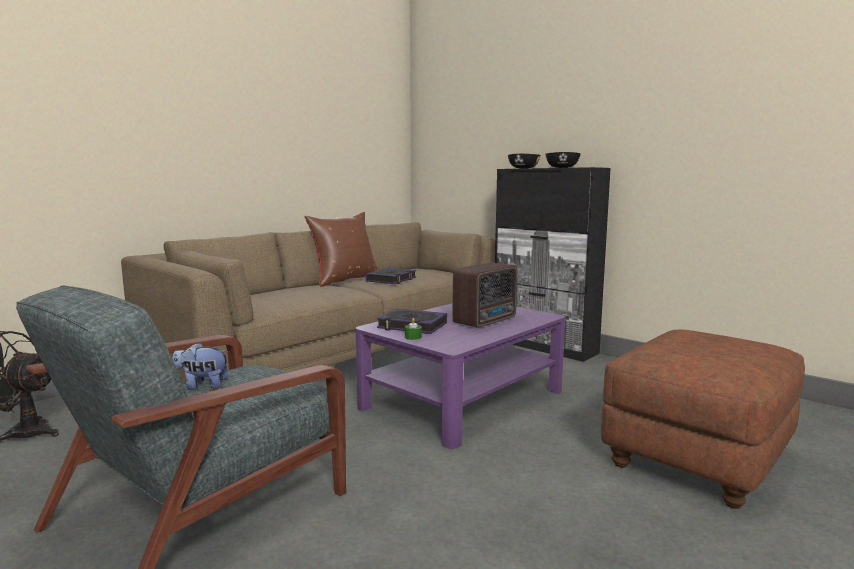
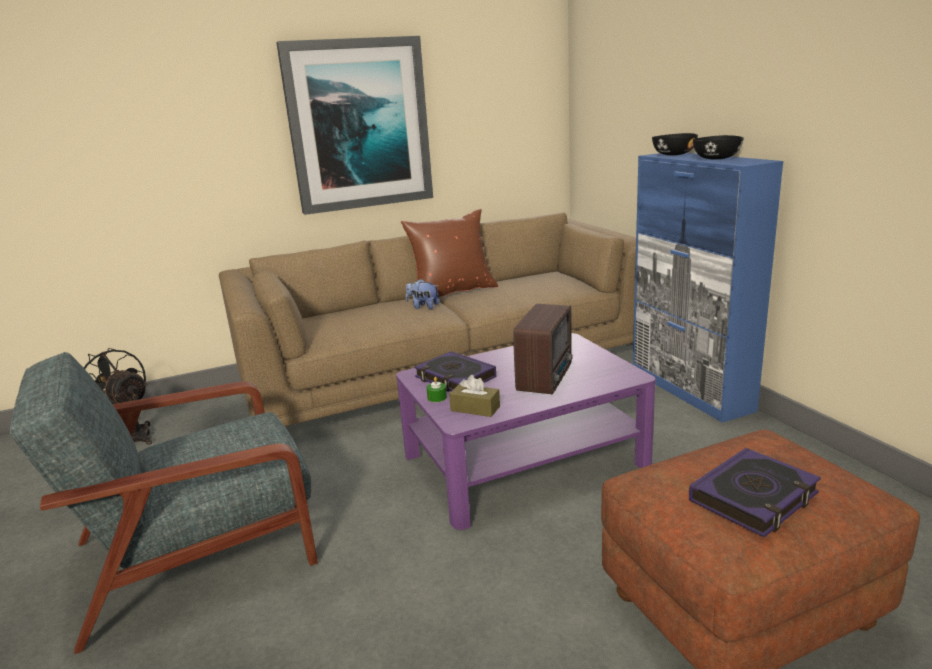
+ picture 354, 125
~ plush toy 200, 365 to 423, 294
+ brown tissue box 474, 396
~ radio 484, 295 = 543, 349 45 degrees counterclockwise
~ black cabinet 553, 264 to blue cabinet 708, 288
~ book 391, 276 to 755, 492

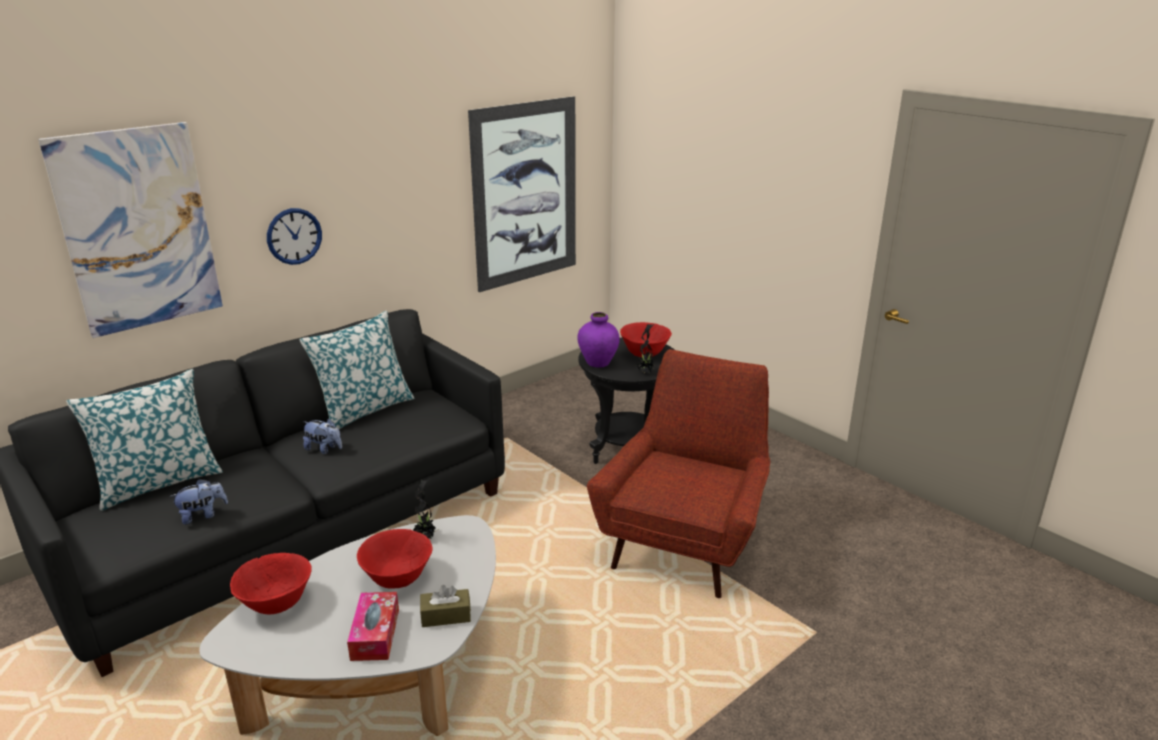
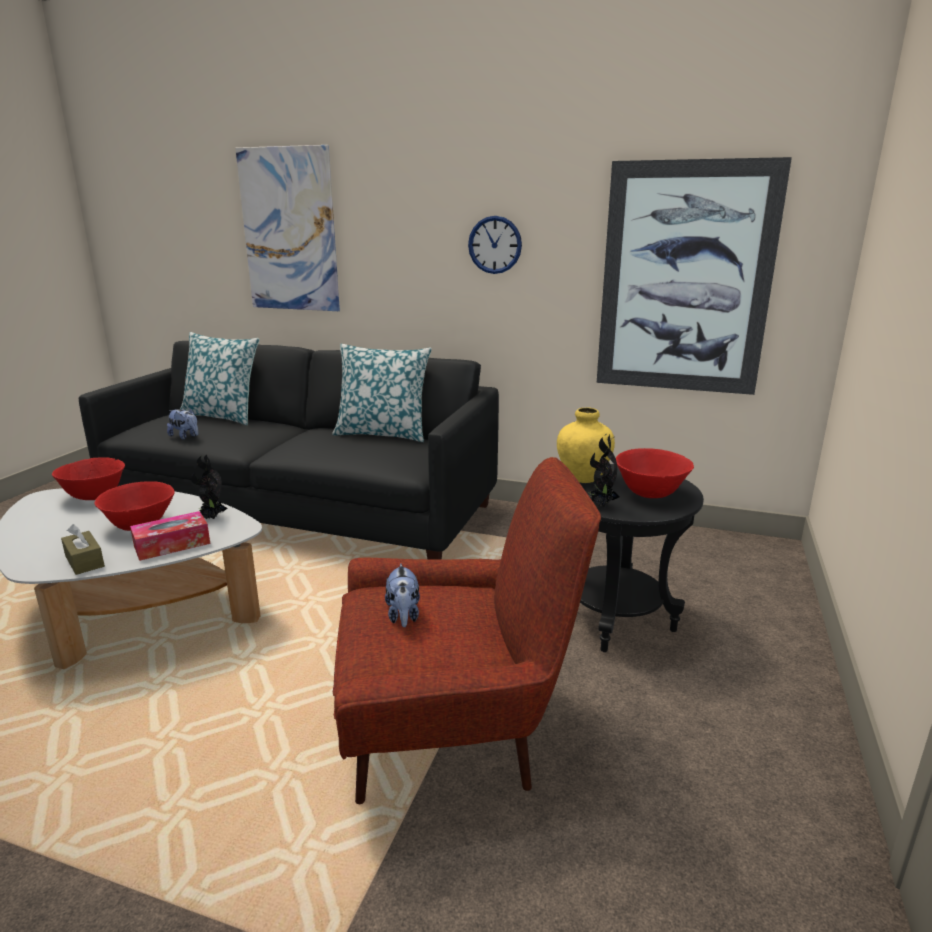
~ tissue box 373, 626 to 170, 536
~ plush toy 322, 436 to 402, 595
~ wall clock 294, 236 to 495, 245
~ purple vase 599, 339 to yellow vase 586, 445

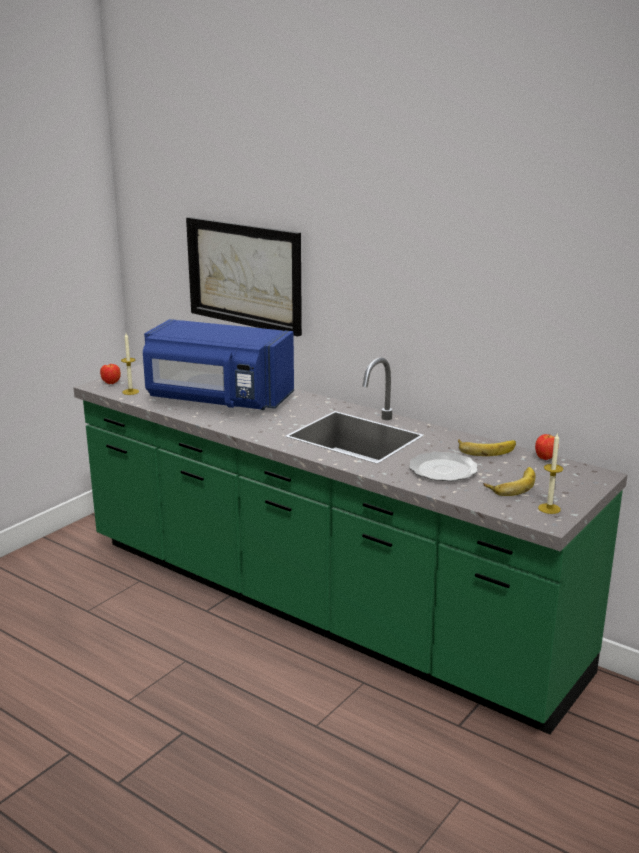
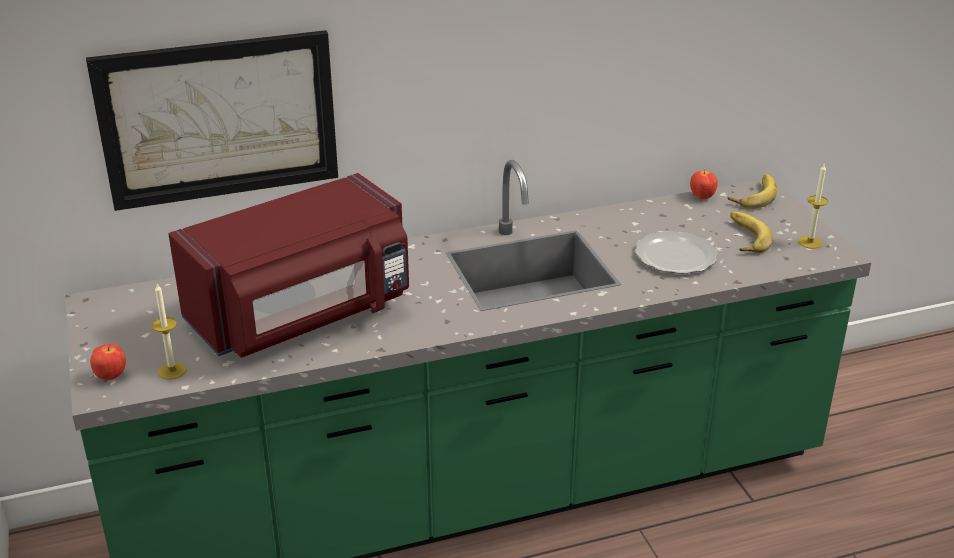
~ blue microwave 218, 364 to red microwave 288, 265
~ banana 487, 447 to 752, 191

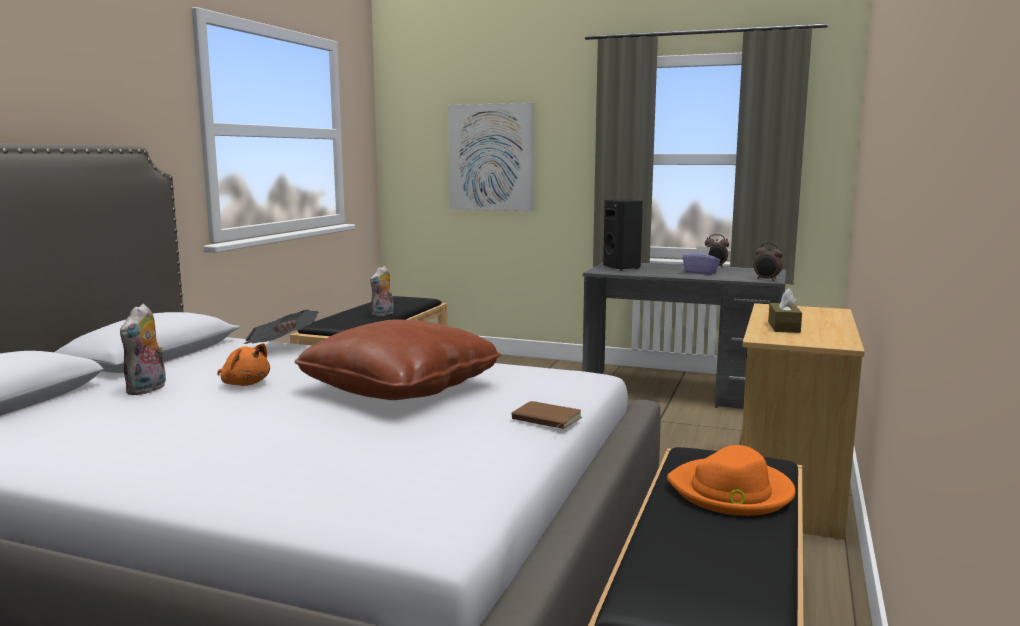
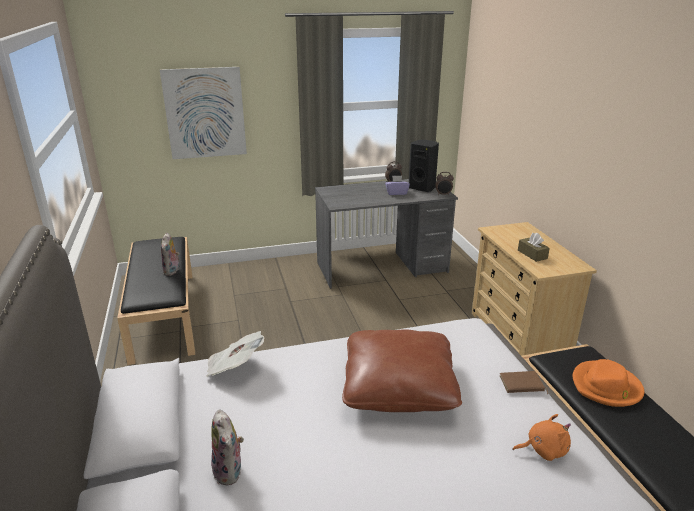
~ black speaker 623, 235 to 424, 166
~ orange plush toy 243, 364 to 541, 437

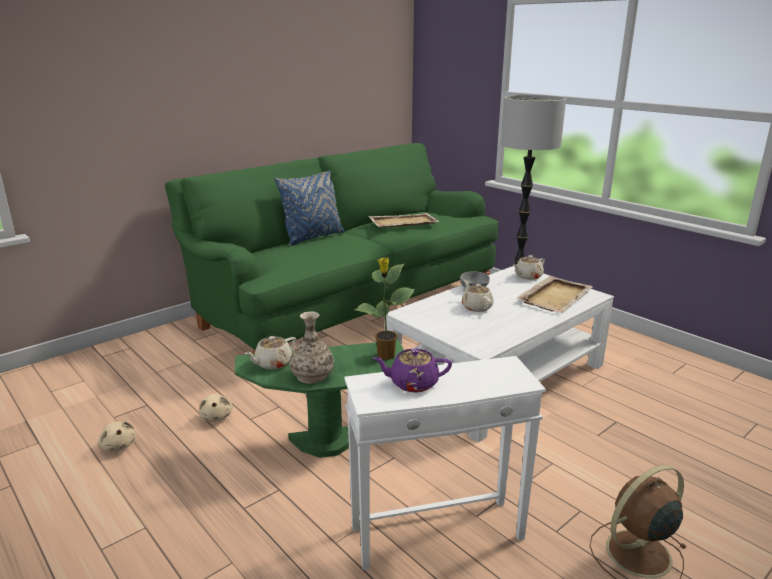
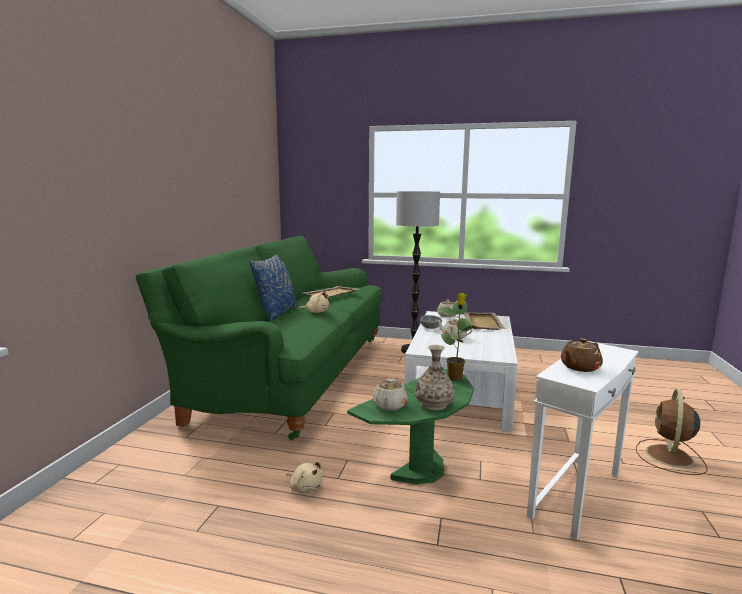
~ beige plush toy 116, 436 to 313, 302
~ purple teapot 412, 370 to brown teapot 582, 355

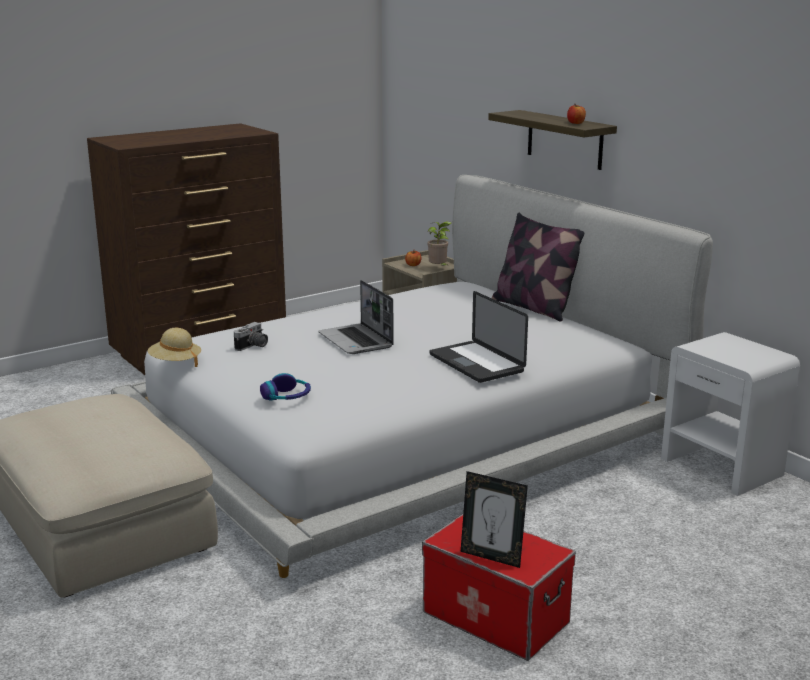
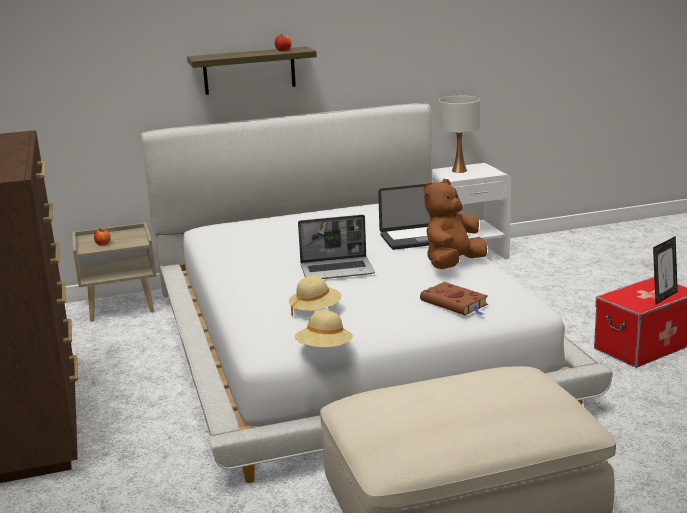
~ photo camera 251, 336 to beige hat 315, 296
~ headphones 285, 387 to brown book 454, 298
+ brown plush toy 455, 224
+ white table lamp 459, 134
- potted plant 440, 243
- pillow 538, 267

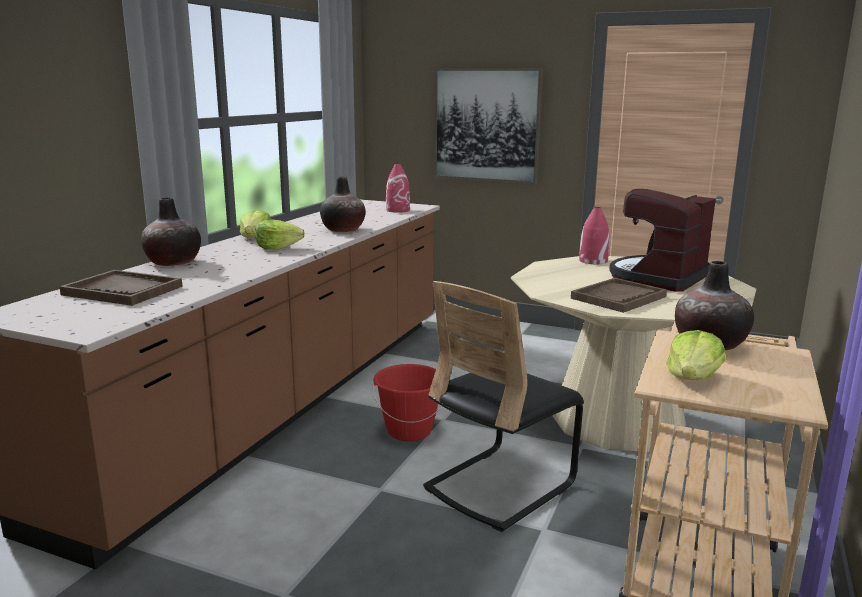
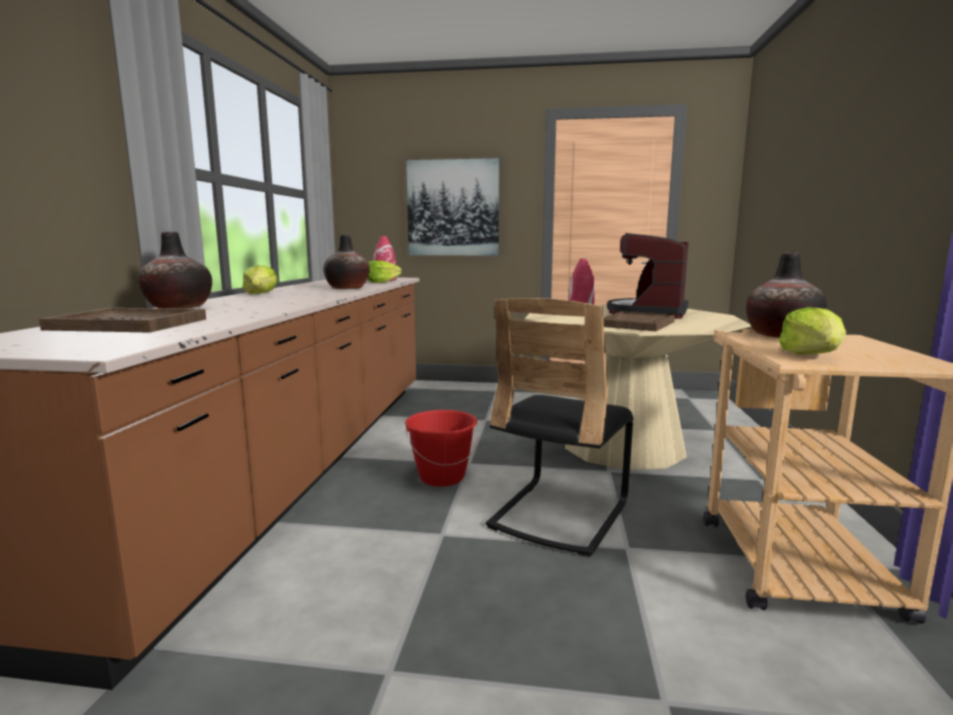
~ lettuce 280, 234 to 384, 271

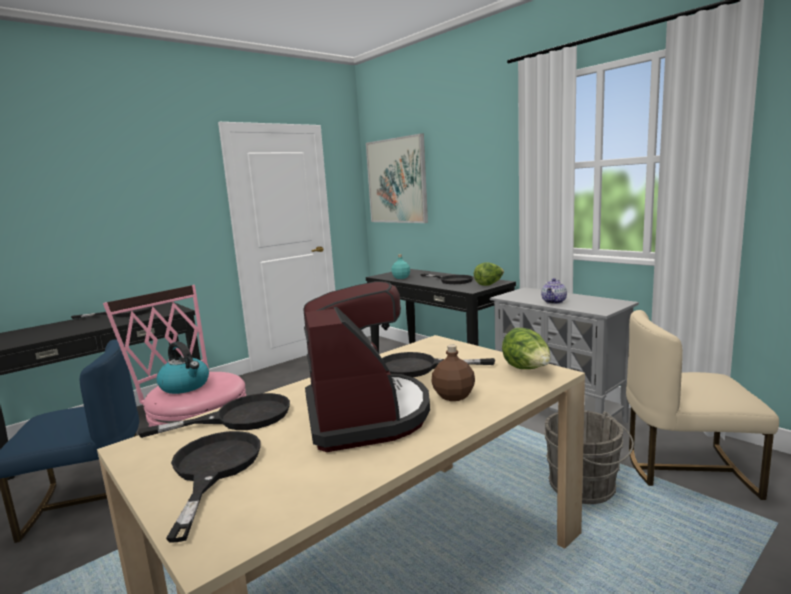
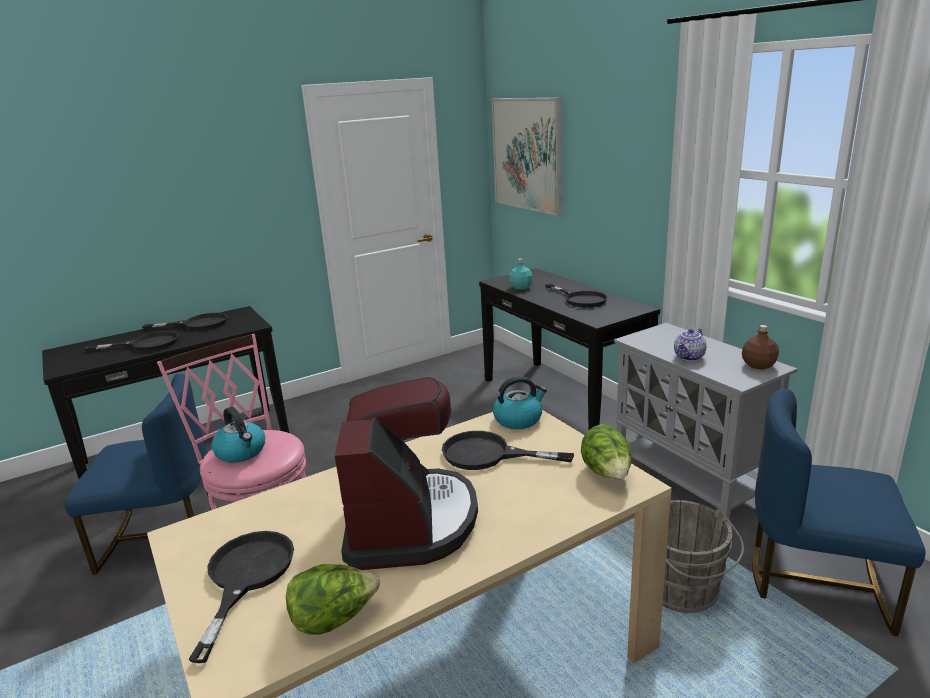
~ black frying pan 214, 415 to 131, 341
~ lettuce 489, 274 to 333, 599
+ kettle 520, 402
~ brown bottle 453, 372 to 760, 347
~ beige chair 702, 405 to blue chair 838, 512

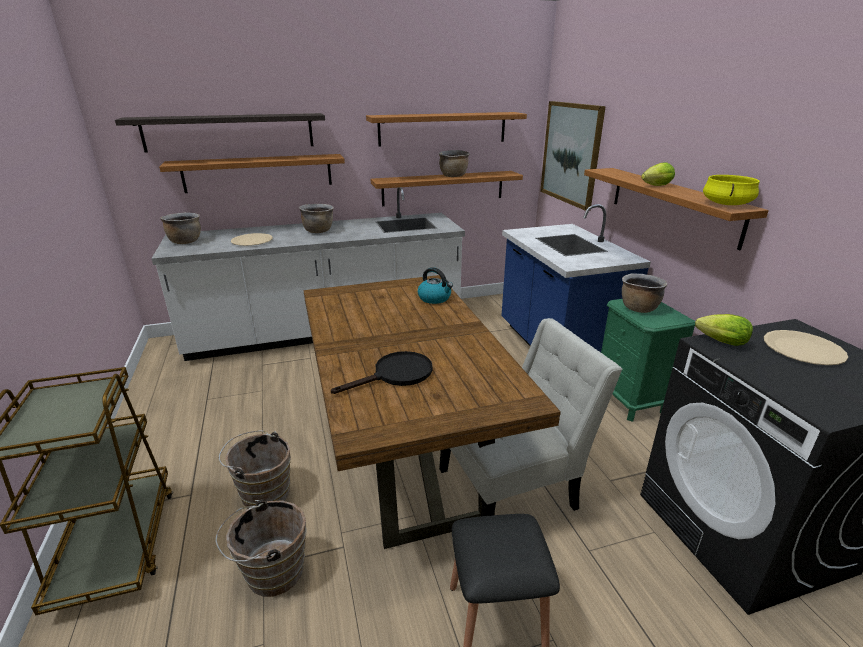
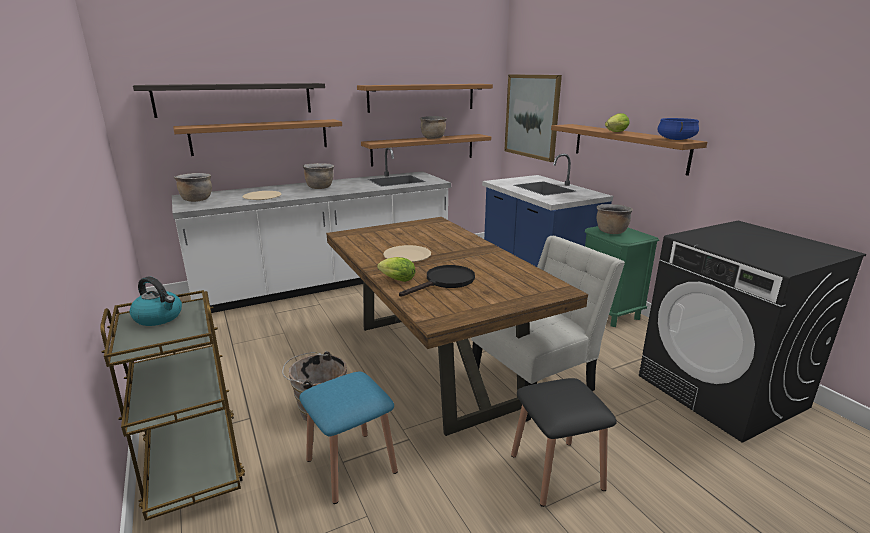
~ kettle 435, 285 to 156, 301
~ brown bucket 261, 548 to blue stool 348, 438
~ lettuce 724, 330 to 396, 269
~ beige plate 806, 347 to 407, 253
~ yellow cooking pot 731, 190 to blue cooking pot 678, 129

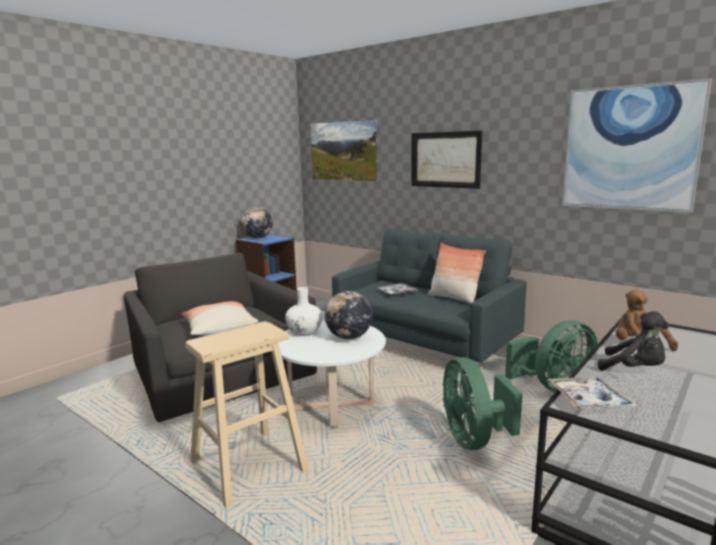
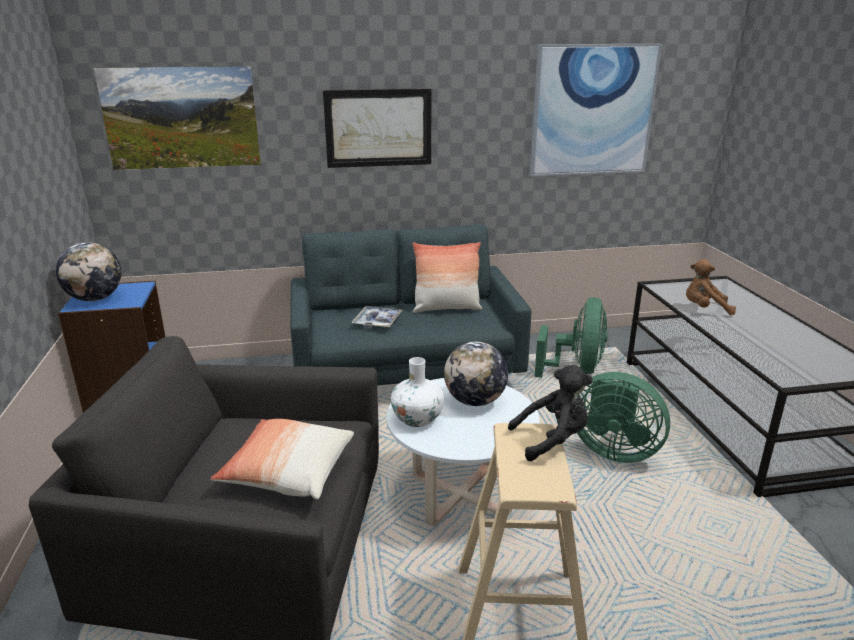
~ black plush toy 633, 341 to 550, 413
- tray 592, 393

